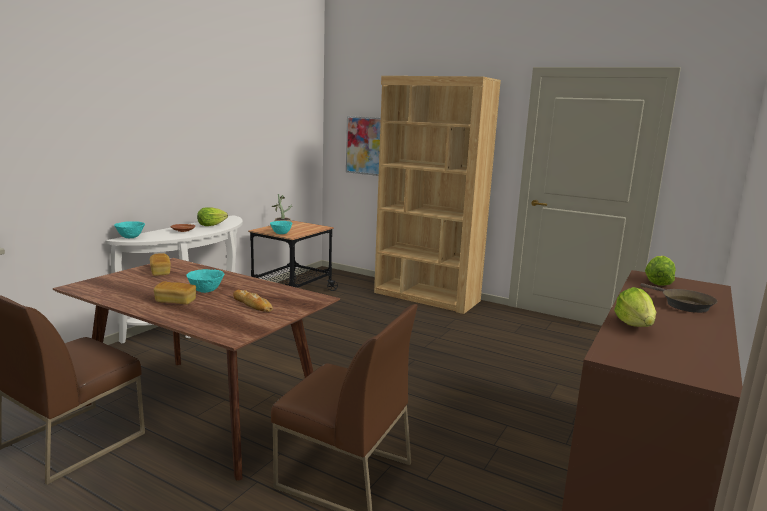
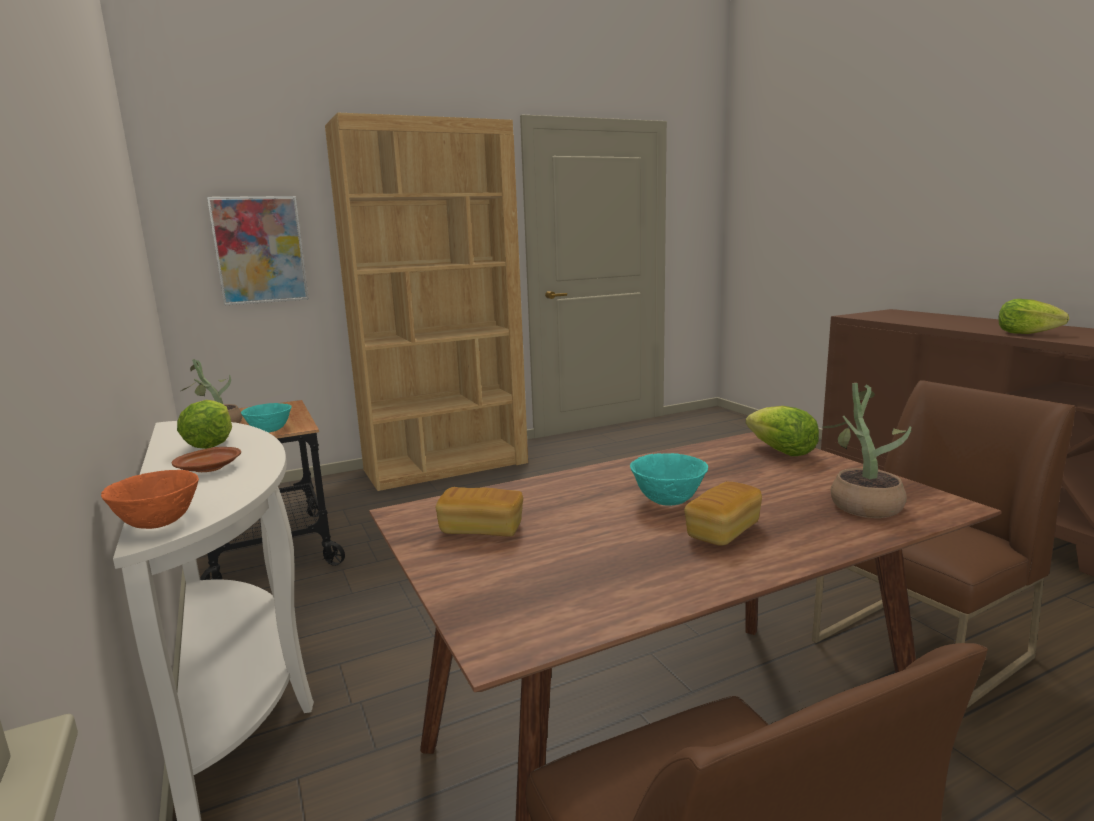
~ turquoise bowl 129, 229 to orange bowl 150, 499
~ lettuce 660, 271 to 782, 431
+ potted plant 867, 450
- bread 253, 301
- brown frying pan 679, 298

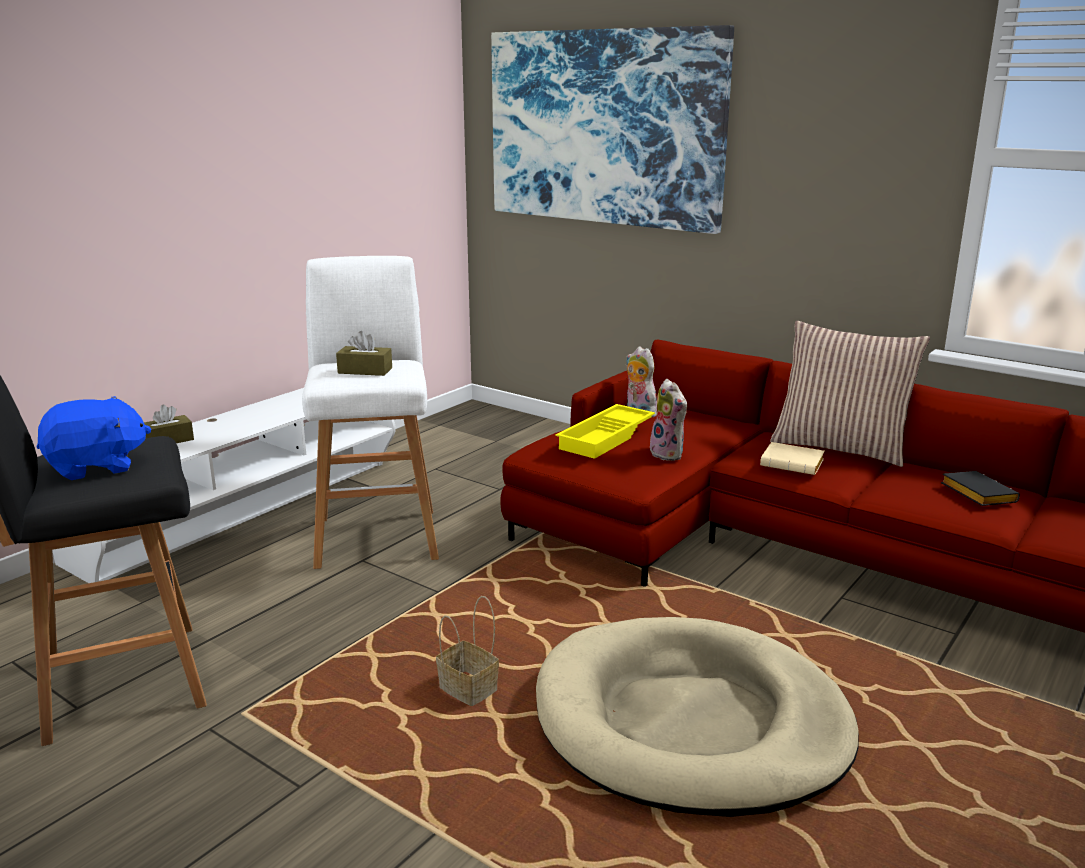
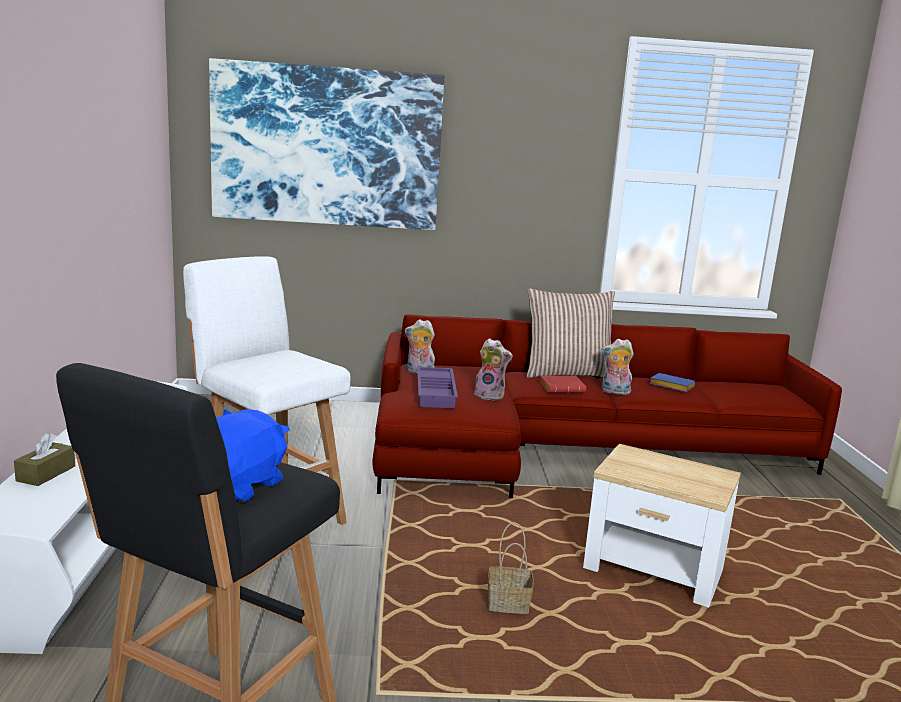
~ yellow tray 605, 431 to purple tray 437, 387
~ beige book 792, 458 to red book 563, 384
~ beige dog bed 697, 717 to side table 662, 526
+ plush toy 618, 367
~ black book 980, 488 to blue book 672, 382
- brown tissue box 364, 353

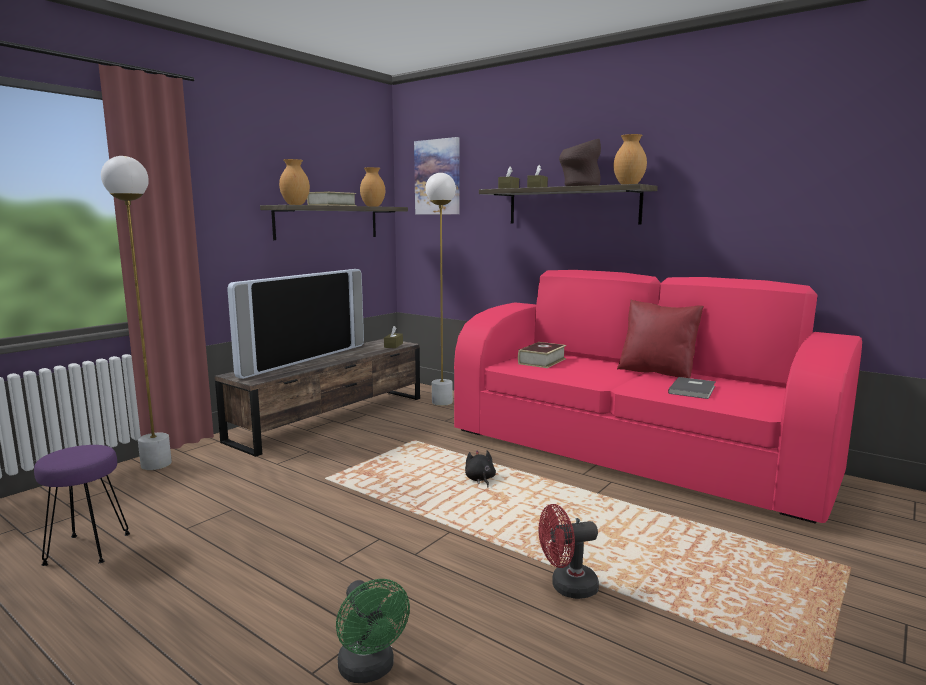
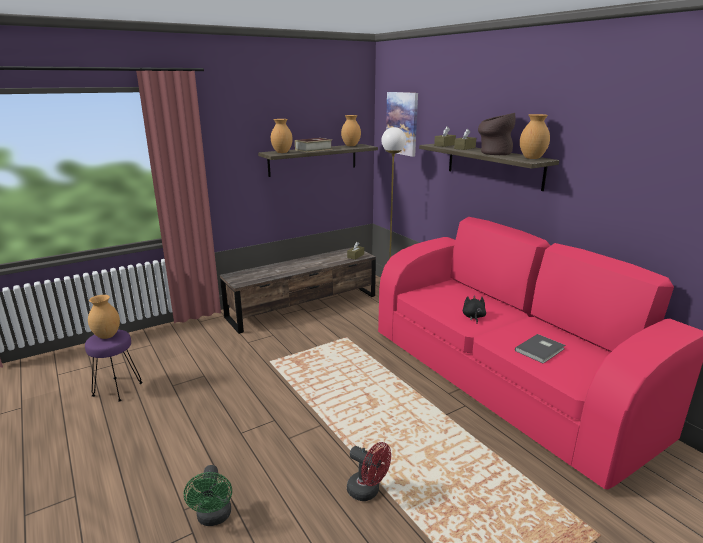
+ brown vase 104, 317
~ red fan 569, 551 = 369, 471 150 degrees counterclockwise
~ black plush toy 480, 468 to 474, 309
- white floor lamp 136, 313
- television 295, 324
- book 542, 355
- red pillow 660, 339

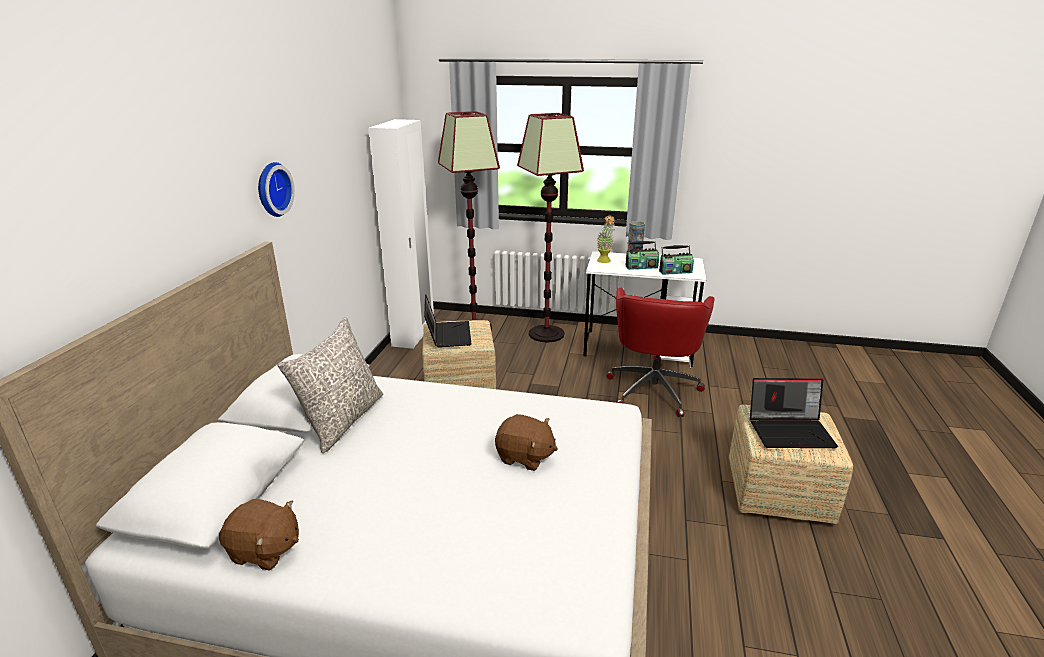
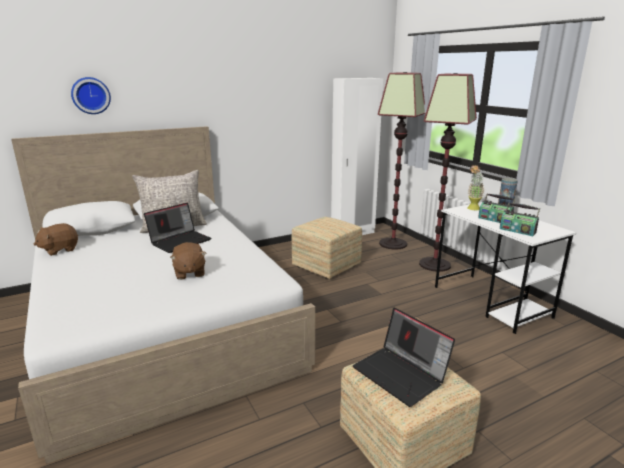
~ brown plush toy 259, 535 = 56, 239 75 degrees clockwise
~ wall clock 276, 189 to 91, 95
~ laptop 447, 321 to 177, 228
- red office chair 661, 352

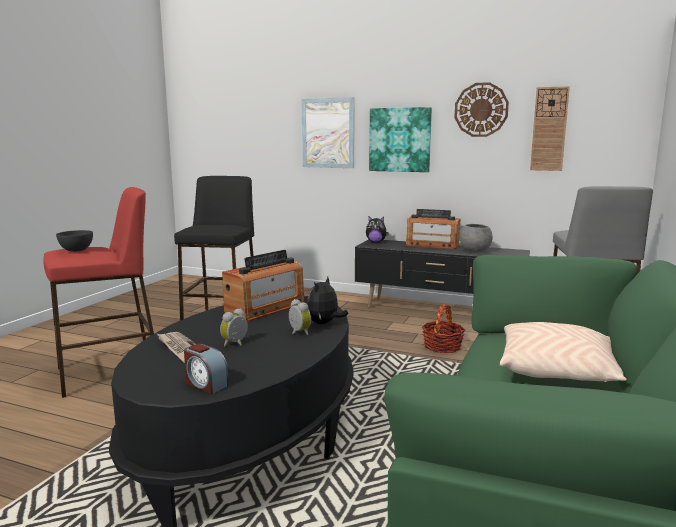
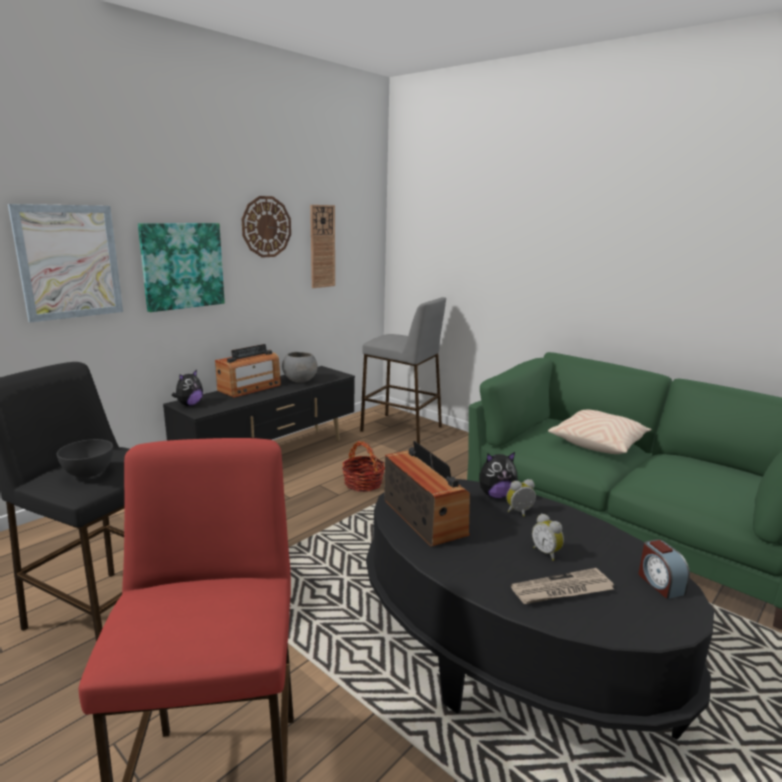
~ grey bowl 74, 241 to 85, 458
~ plush toy 327, 300 = 498, 475 60 degrees counterclockwise
~ alarm clock 206, 369 = 664, 569 105 degrees clockwise

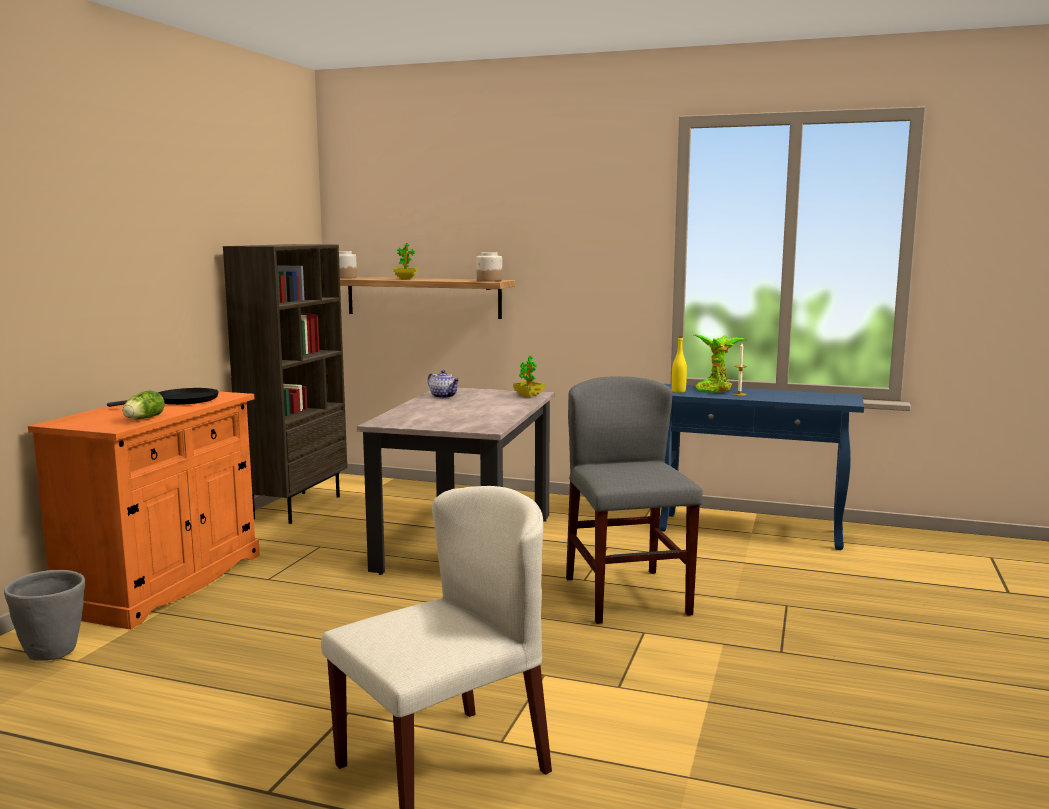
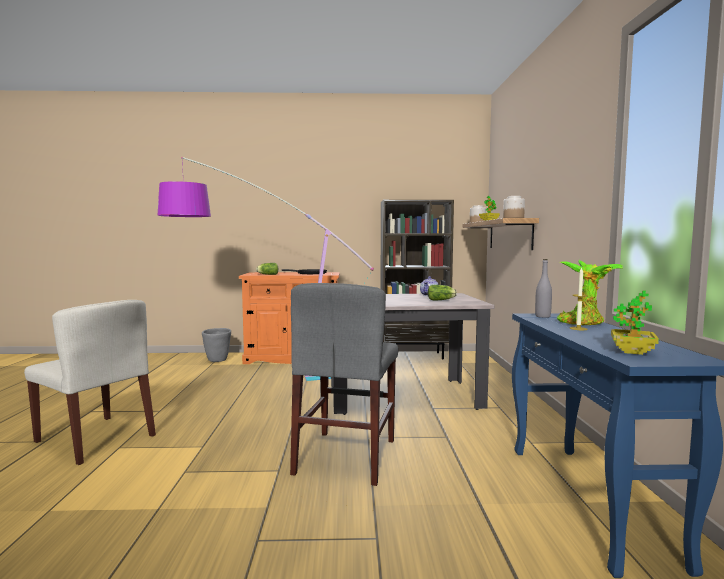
+ floor lamp 266, 269
~ grey chair 634, 500 = 344, 384 135 degrees clockwise
+ lettuce 442, 292
~ yellow bottle 679, 364 to grey bottle 543, 288
~ potted plant 529, 376 to 635, 322

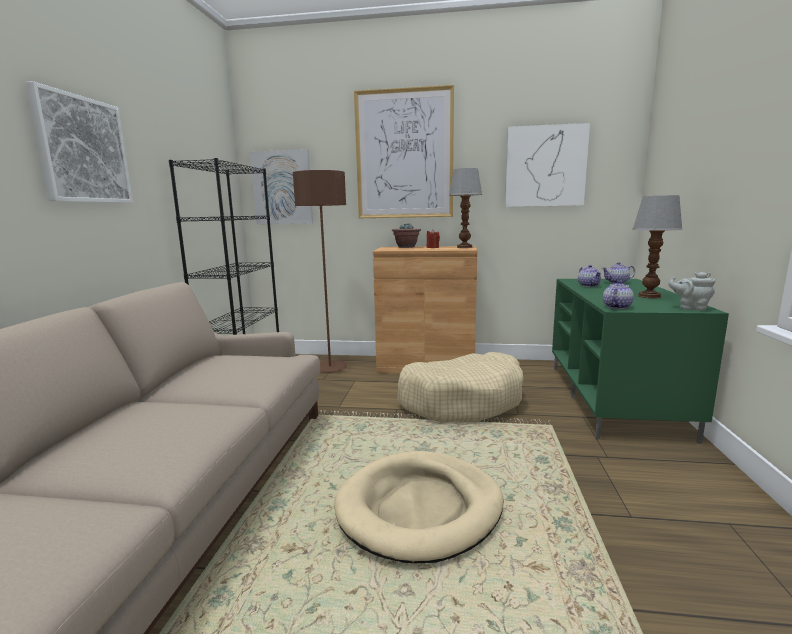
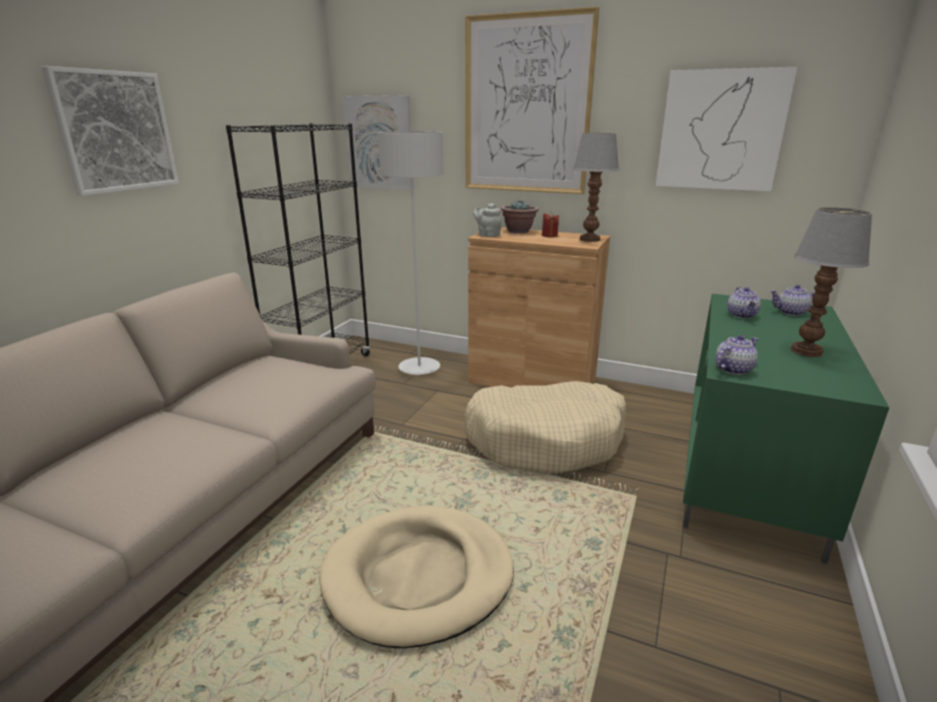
~ brown floor lamp 320, 271 to grey floor lamp 410, 253
~ grey teapot 691, 291 to 487, 220

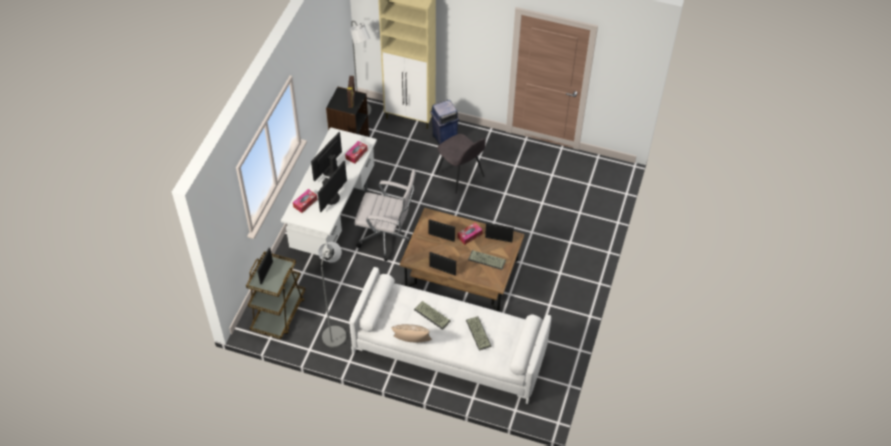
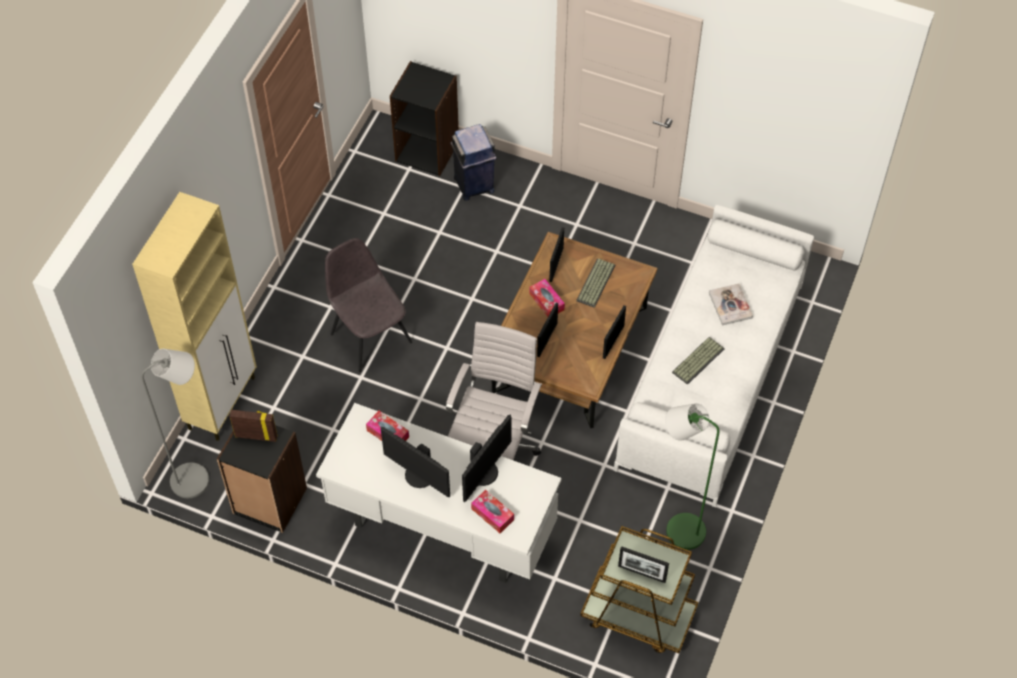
~ grey chair 461, 164 = 368, 305 90 degrees counterclockwise
+ black bookcase 424, 118
~ blue trash can 444, 122 to 474, 162
~ monitor 332, 186 = 487, 458 90 degrees clockwise
~ grey floor lamp 332, 295 to green floor lamp 692, 476
~ keyboard 479, 333 to book 731, 304
- pillow 411, 333

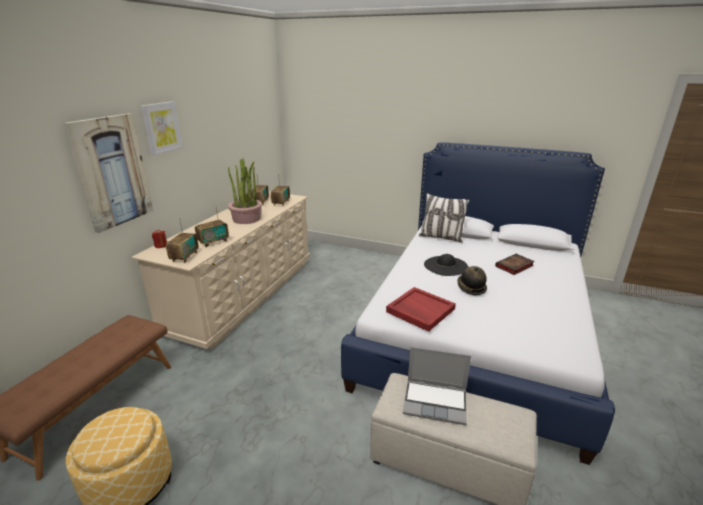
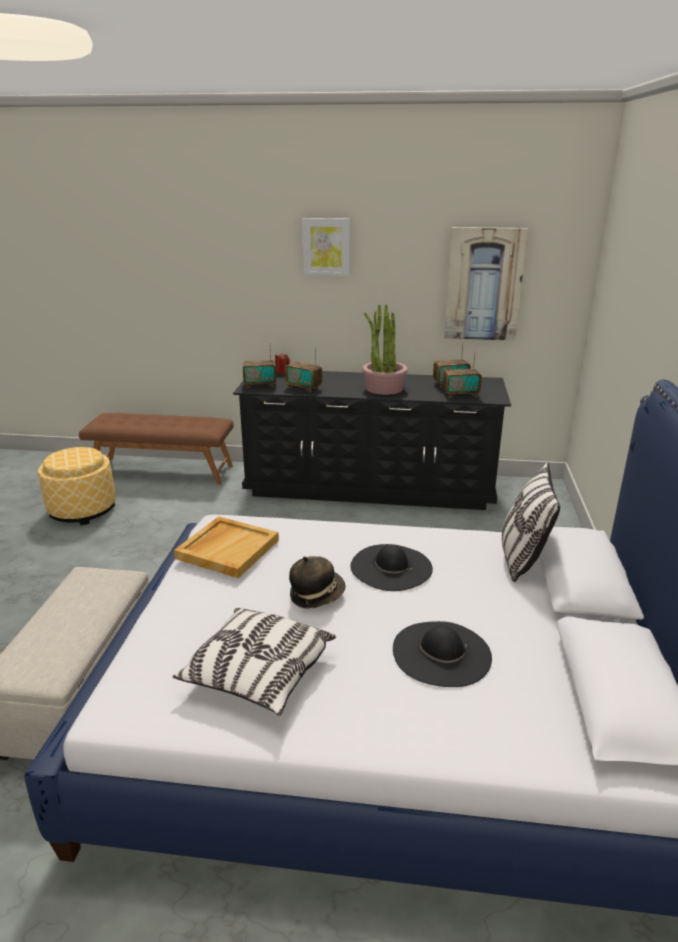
+ pillow 254, 662
~ red tray 421, 309 to beige tray 226, 547
~ beige dresser 221, 270 to black dresser 372, 440
~ book 515, 264 to black hat 442, 654
~ picture 108, 173 to 486, 284
- laptop 437, 386

